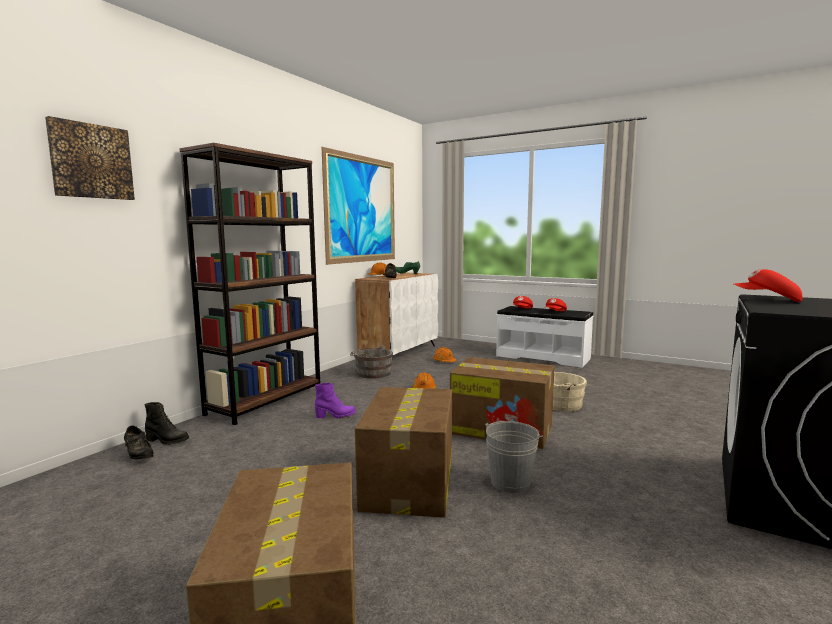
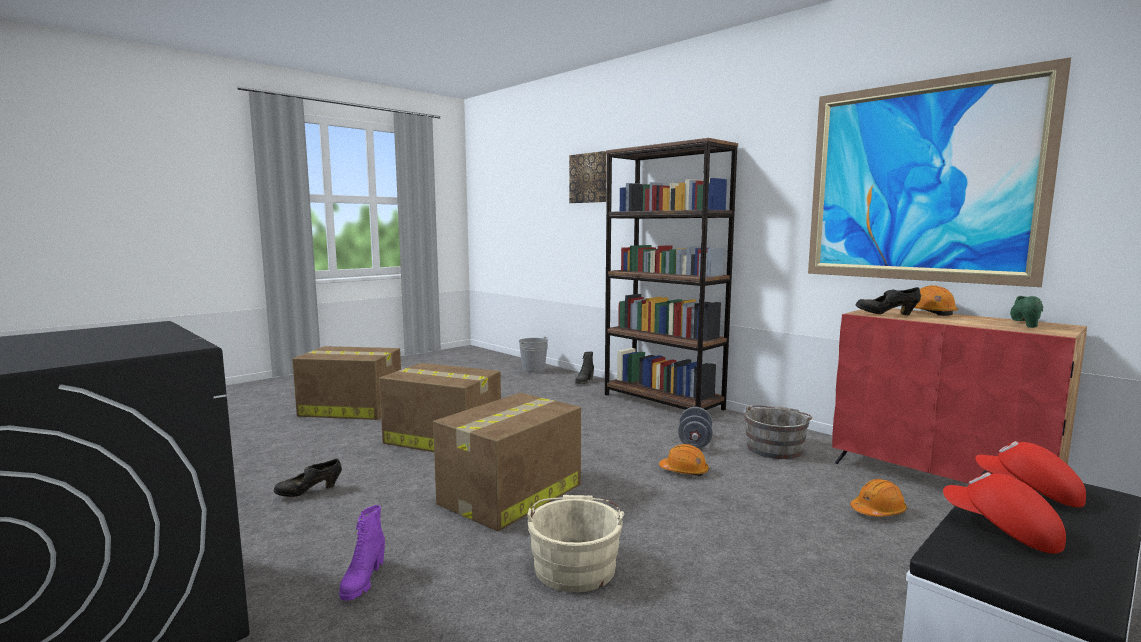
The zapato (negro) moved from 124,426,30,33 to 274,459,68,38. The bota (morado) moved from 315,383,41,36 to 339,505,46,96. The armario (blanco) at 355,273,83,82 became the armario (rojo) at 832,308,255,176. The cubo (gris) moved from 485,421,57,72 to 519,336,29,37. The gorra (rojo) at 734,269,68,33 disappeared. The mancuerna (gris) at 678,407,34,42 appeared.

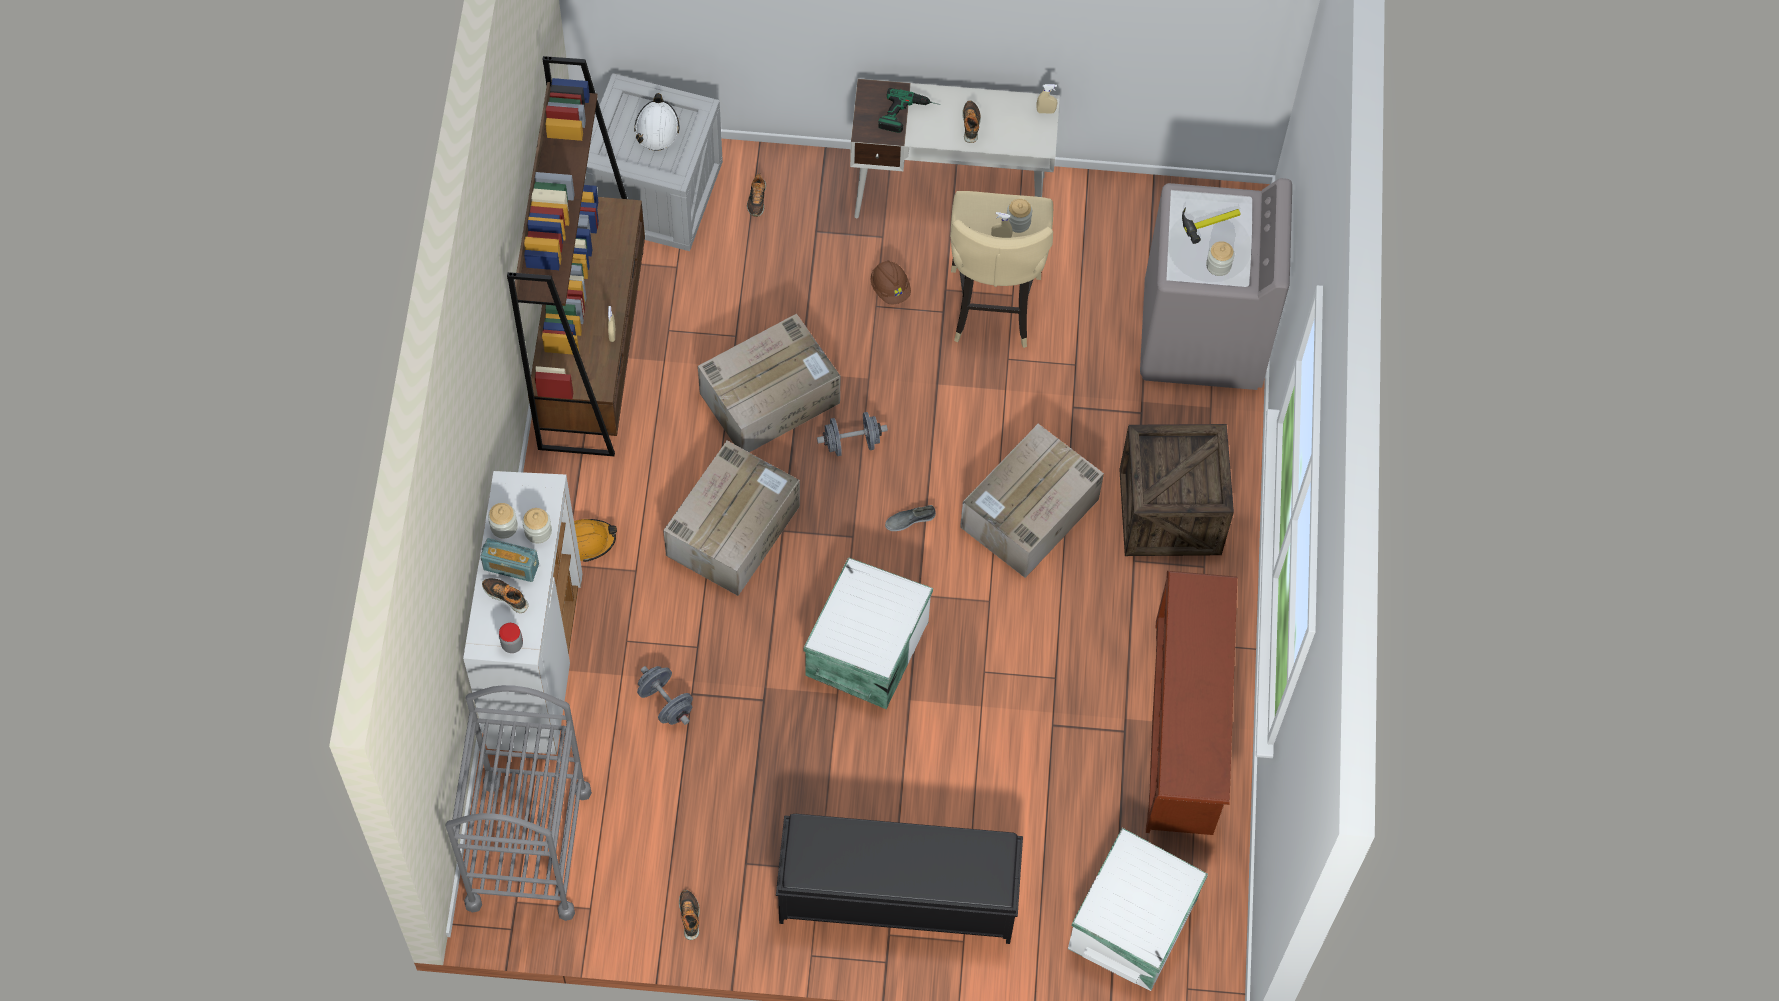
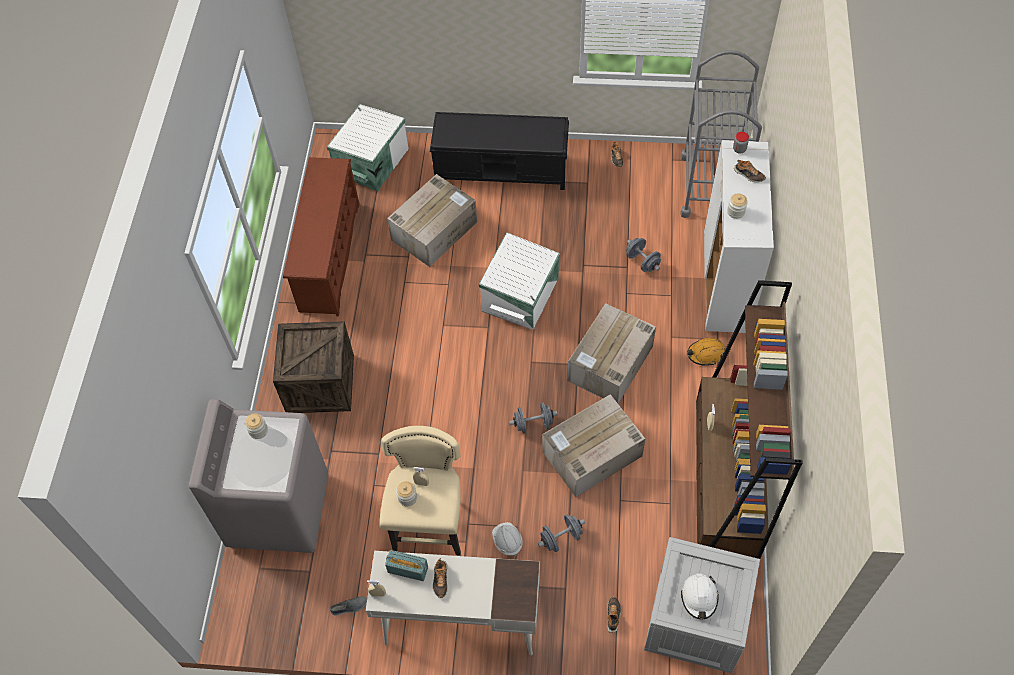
The radio moved from 480,538,59,44 to 385,550,43,31. The tarro at 488,503,30,36 disappeared. The casco (marrón) at 871,261,40,43 became the casco (blanco) at 492,522,31,34. The taladro at 878,88,63,45 disappeared. The zapato (gris) moved from 885,505,51,26 to 330,596,37,20. The caja de cartón moved from 960,424,144,154 to 387,174,90,93. The martillo at 1182,207,59,37 disappeared. The mancuerna (gris) at 538,514,47,38 appeared.

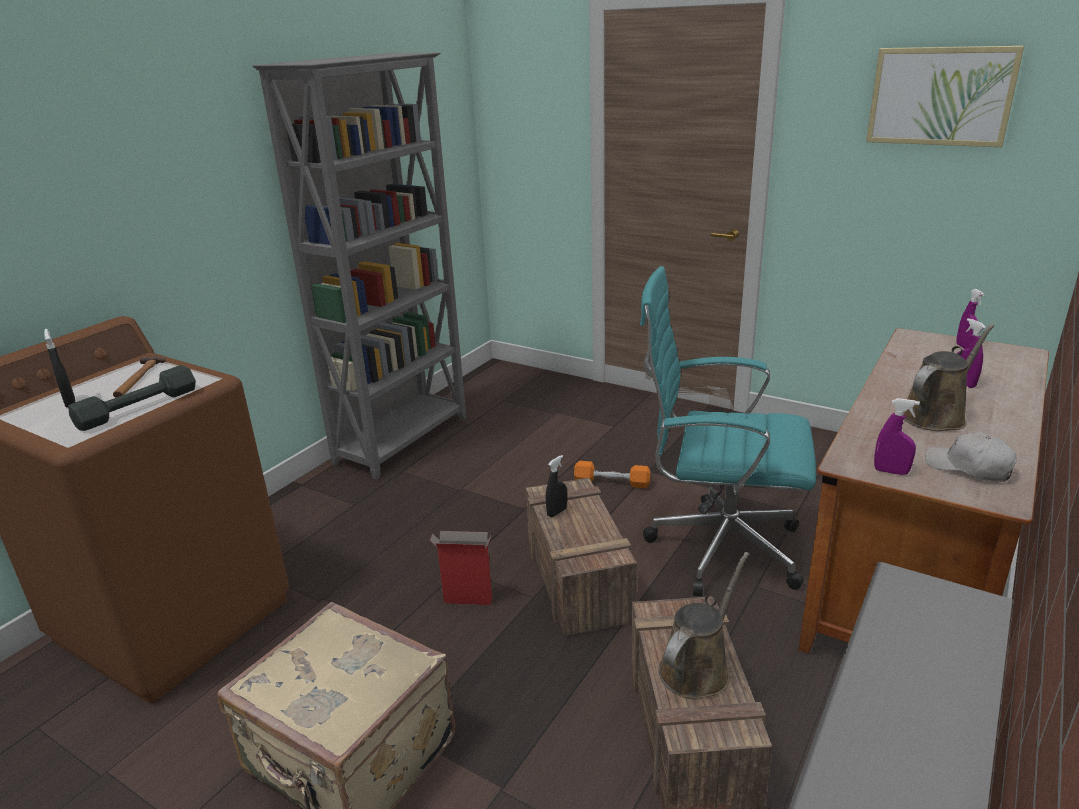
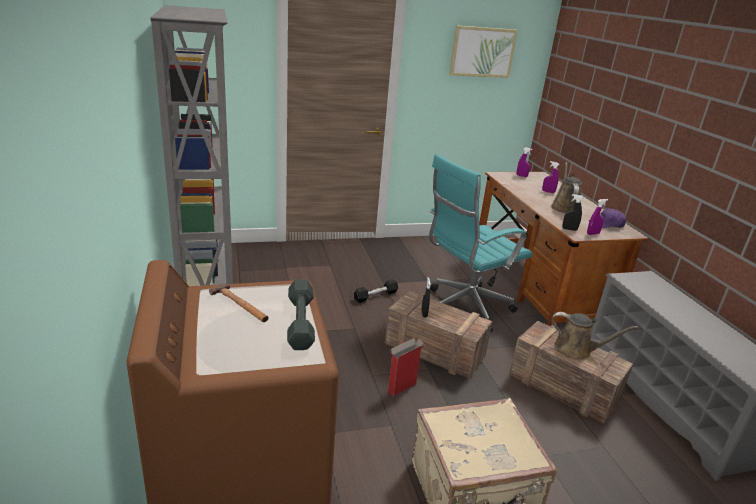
The pulverizador (negro) moved from 44,329,31,79 to 563,194,20,37. The mancuerna (naranja) at 574,461,77,27 became the mancuerna (negro) at 353,279,45,24. The regadera (marrón) at 658,552,91,148 turned 120 degrees clockwise. The gorra (blanco) at 925,432,92,50 became the gorra (morado) at 588,208,38,20.

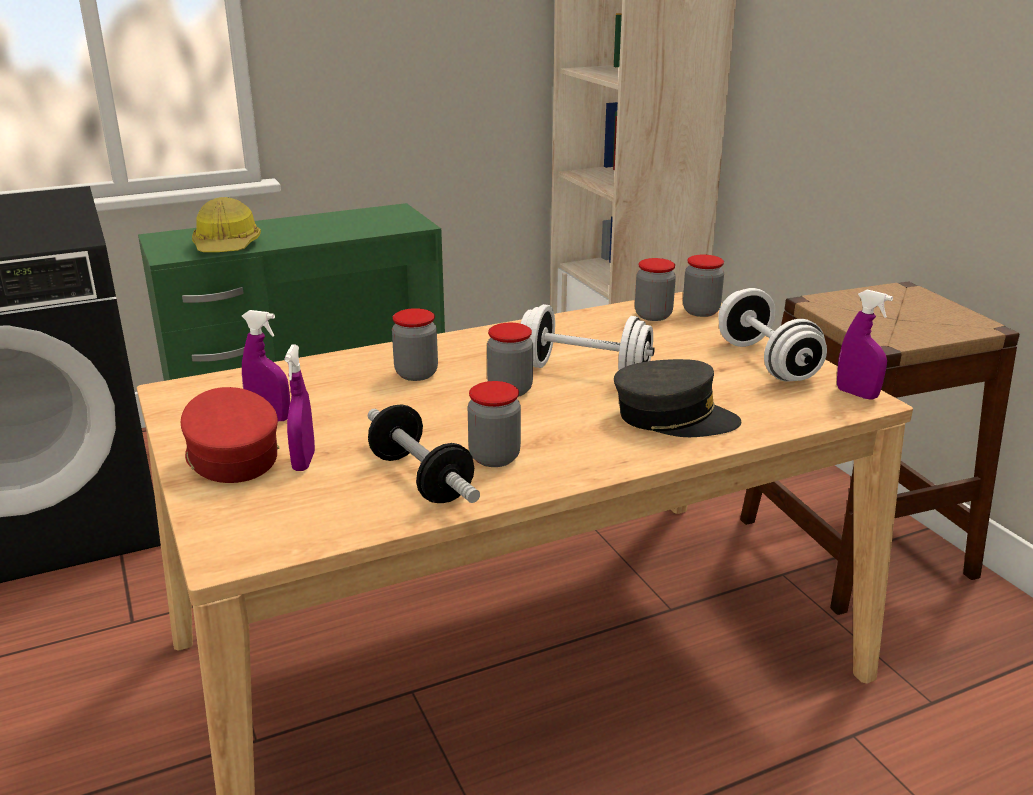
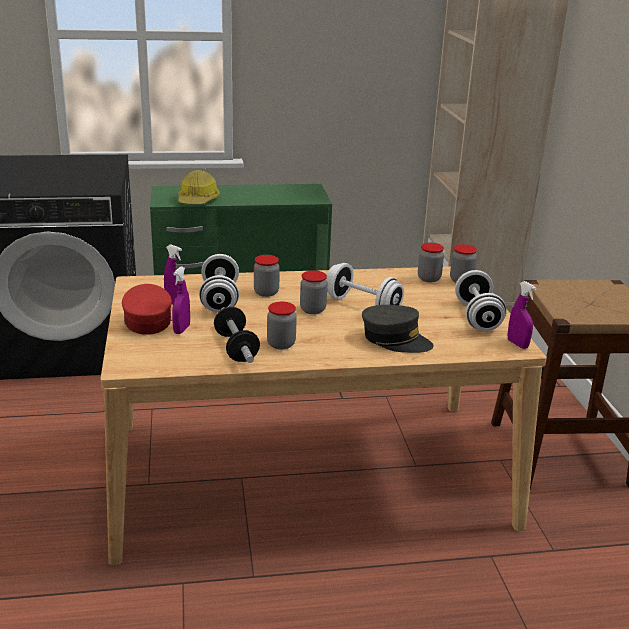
The mancuerna (blanco) at 199,254,40,59 appeared.

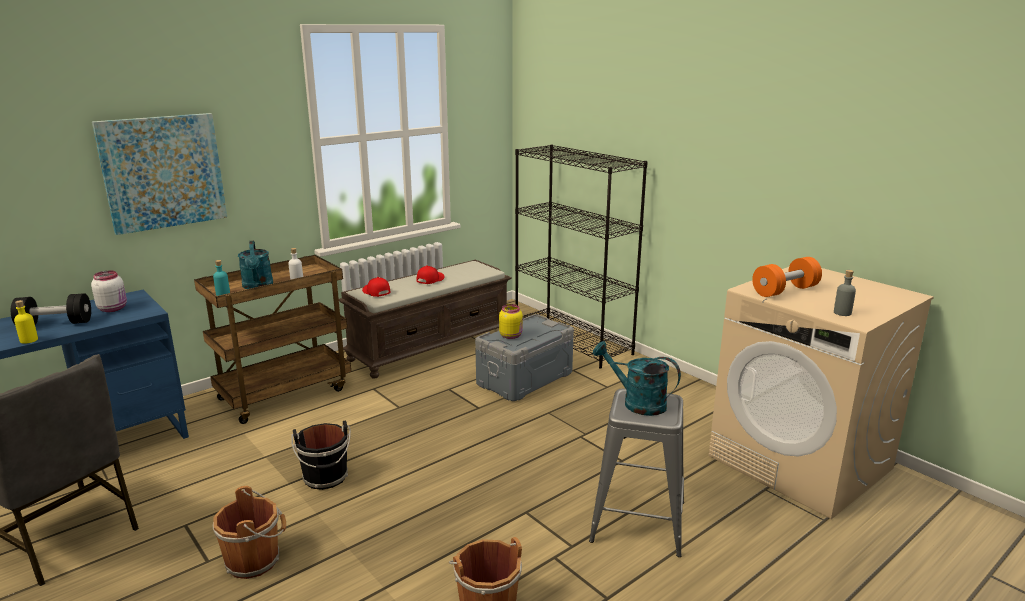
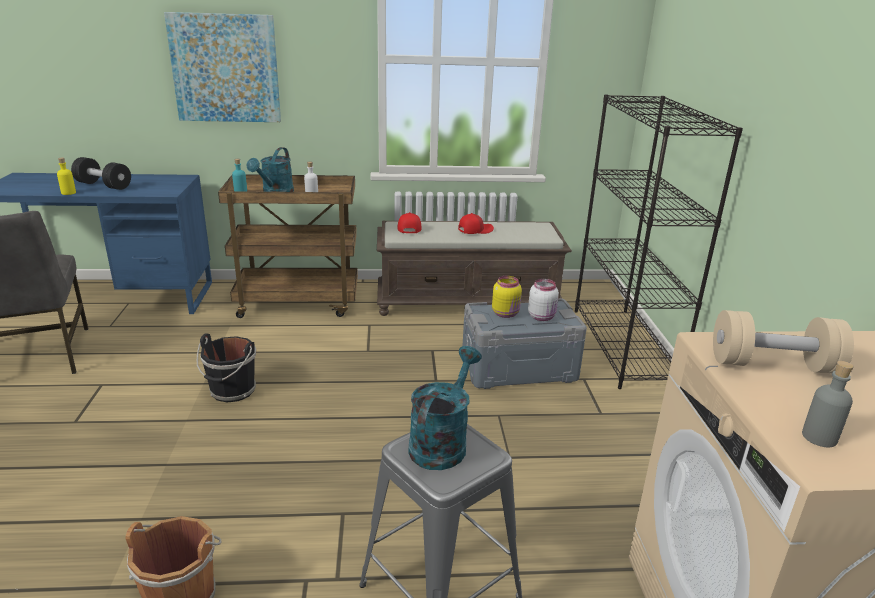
The tarro (blanco) moved from 91,270,36,42 to 528,279,31,42. The cubo (marrón) at 213,486,73,93 disappeared. The regadera (turquesa) at 593,341,88,75 turned 45 degrees clockwise. The mancuerna (naranja) at 752,257,70,40 became the mancuerna (beis) at 713,310,141,63.

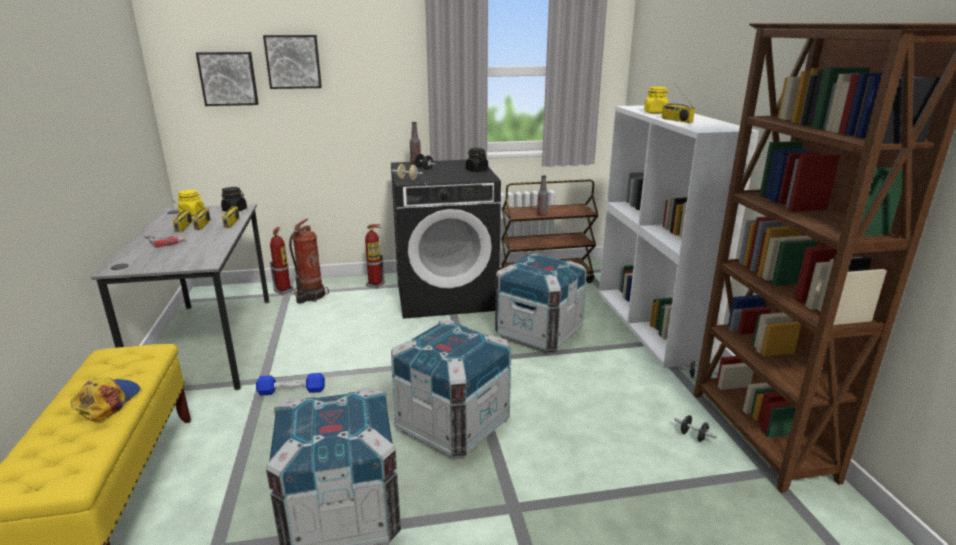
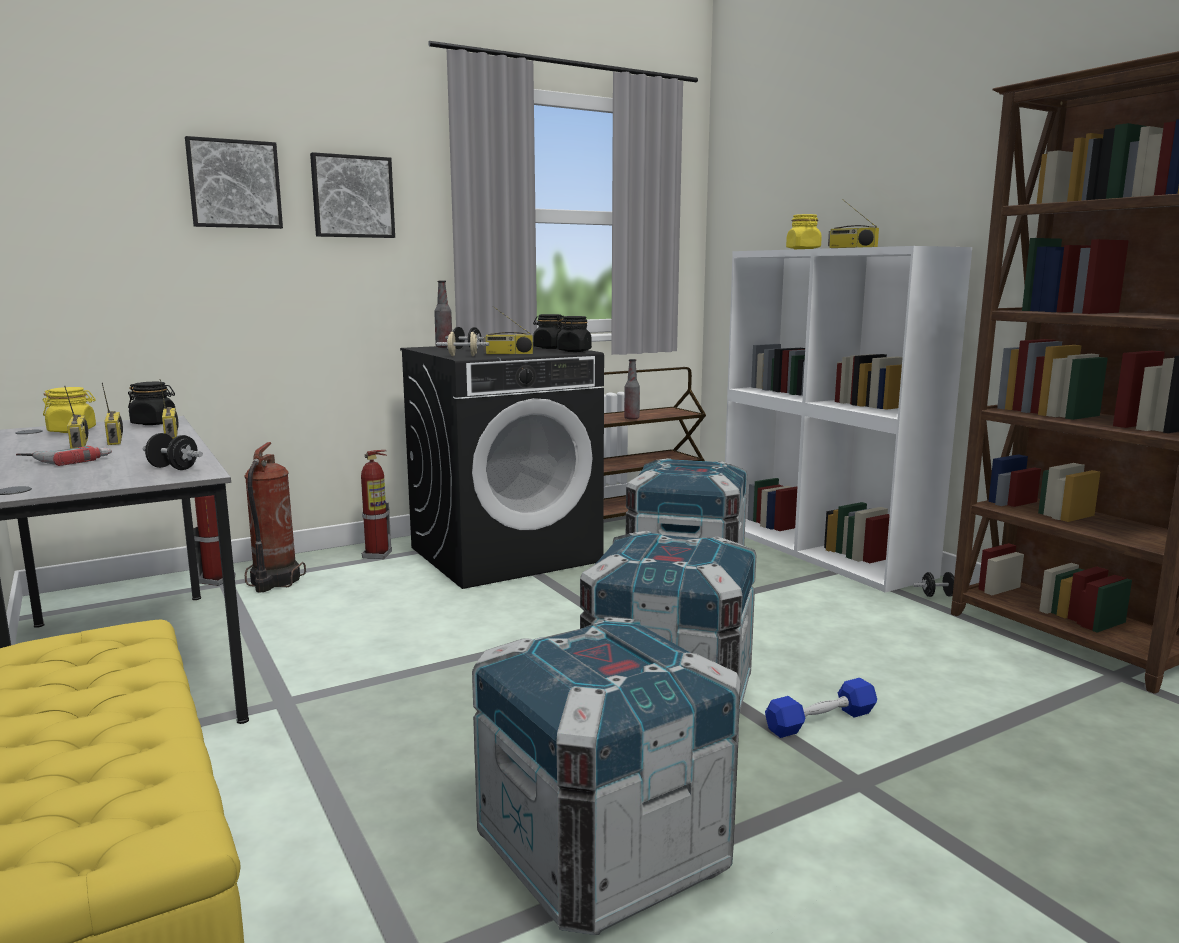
The gorra at 70,377,70,44 disappeared. The cuadro moved from 196,52,62,54 to 310,152,85,86. The mancuerna (azul) moved from 256,373,69,22 to 765,678,112,60. The mancuerna (negro) moved from 674,415,43,27 to 143,433,60,37. The radio at 483,306,50,48 appeared. The tarro (negro) at 557,316,35,36 appeared.

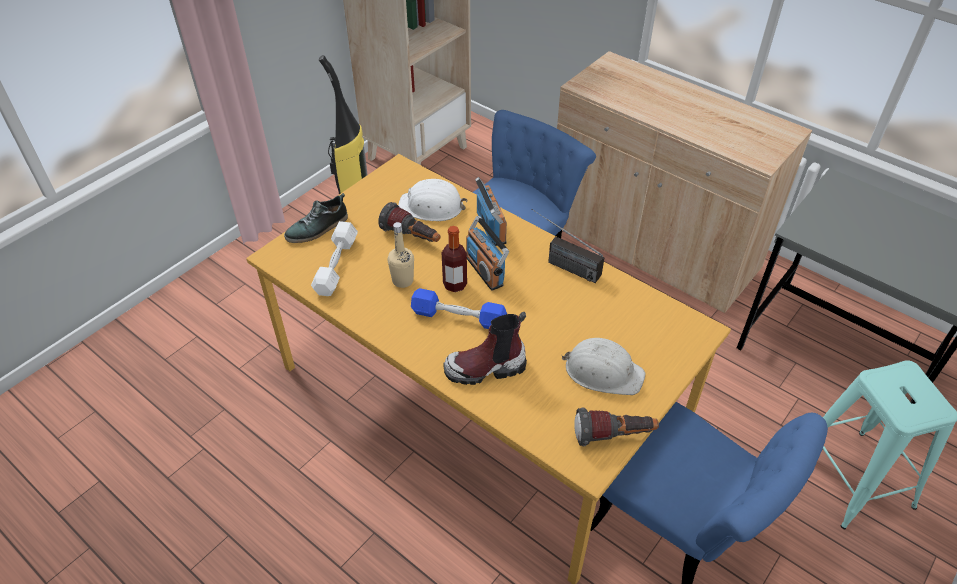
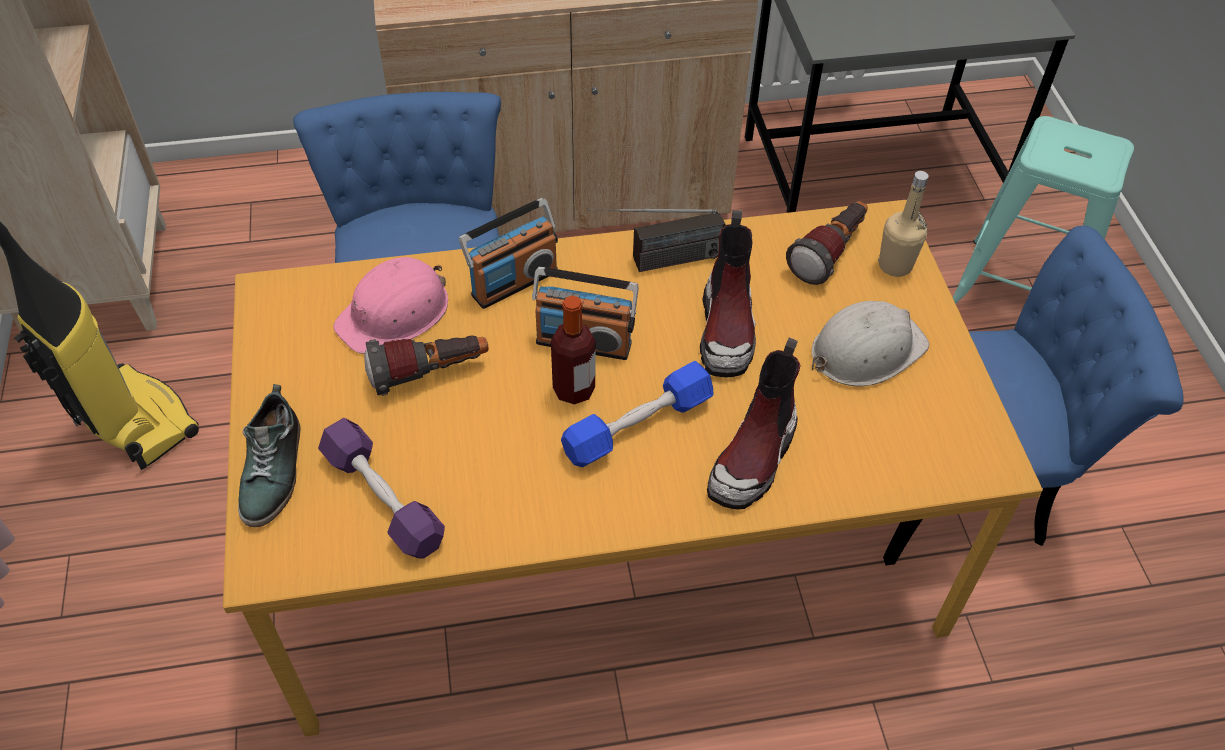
The mancuerna (blanco) at 311,221,47,75 became the mancuerna (morado) at 318,418,127,140. The botella (beis) moved from 387,222,27,66 to 878,171,51,106. The casco (blanco) at 398,179,69,42 became the casco (rosa) at 333,257,115,97. The radio at 475,177,32,69 turned 120 degrees clockwise. The linterna moved from 574,408,85,38 to 786,201,82,84. The bota at 700,210,56,168 appeared.

